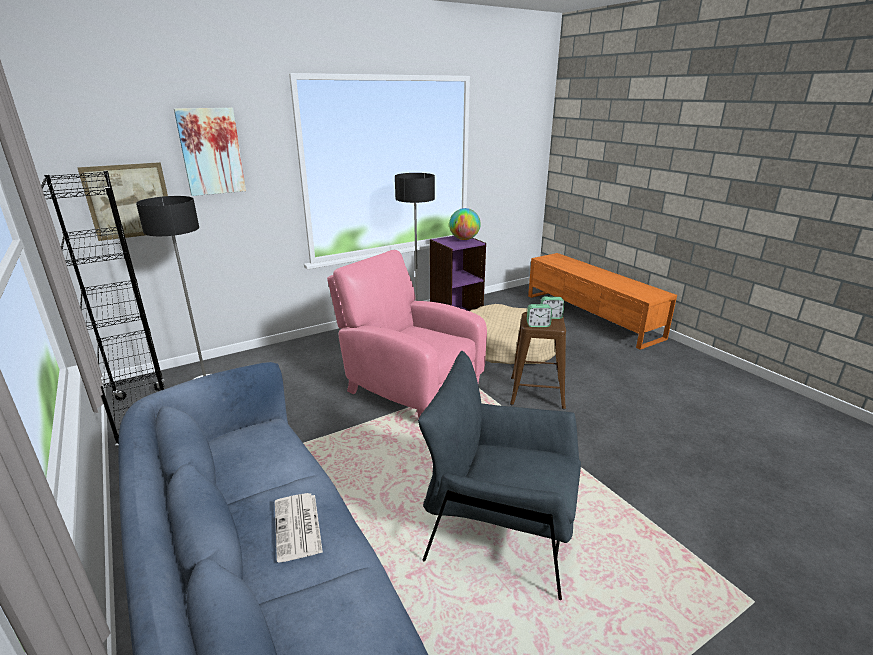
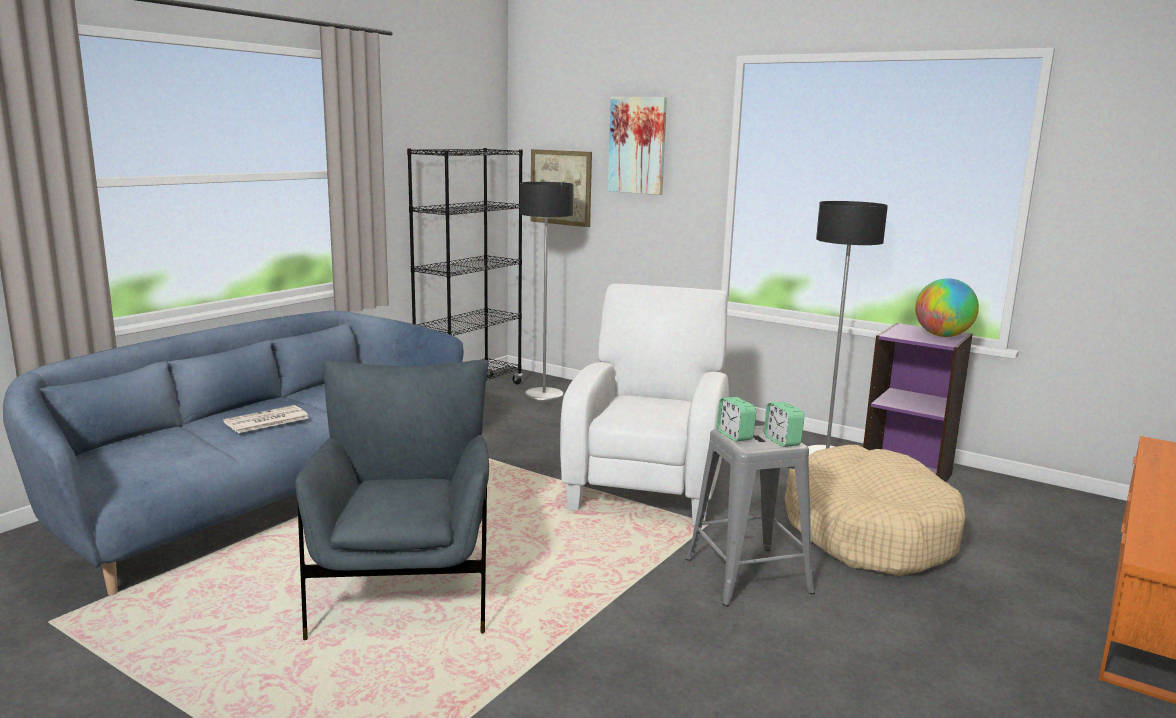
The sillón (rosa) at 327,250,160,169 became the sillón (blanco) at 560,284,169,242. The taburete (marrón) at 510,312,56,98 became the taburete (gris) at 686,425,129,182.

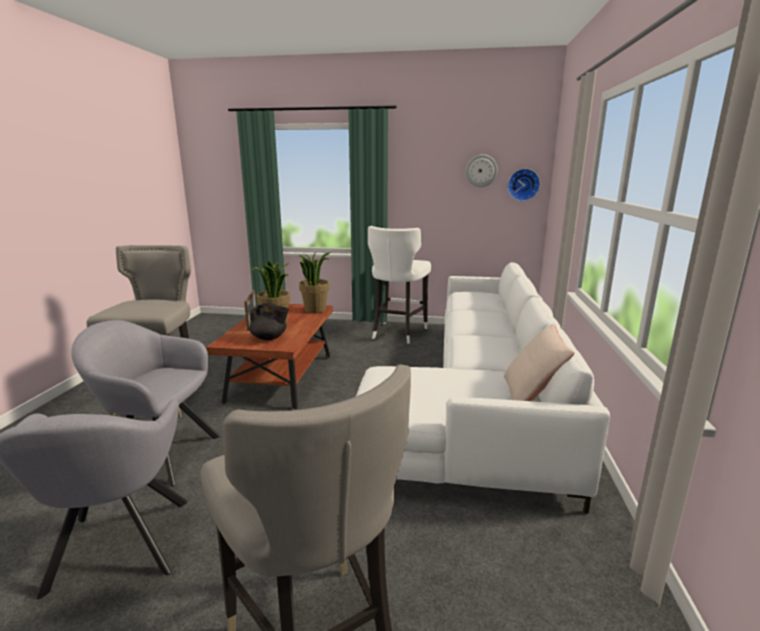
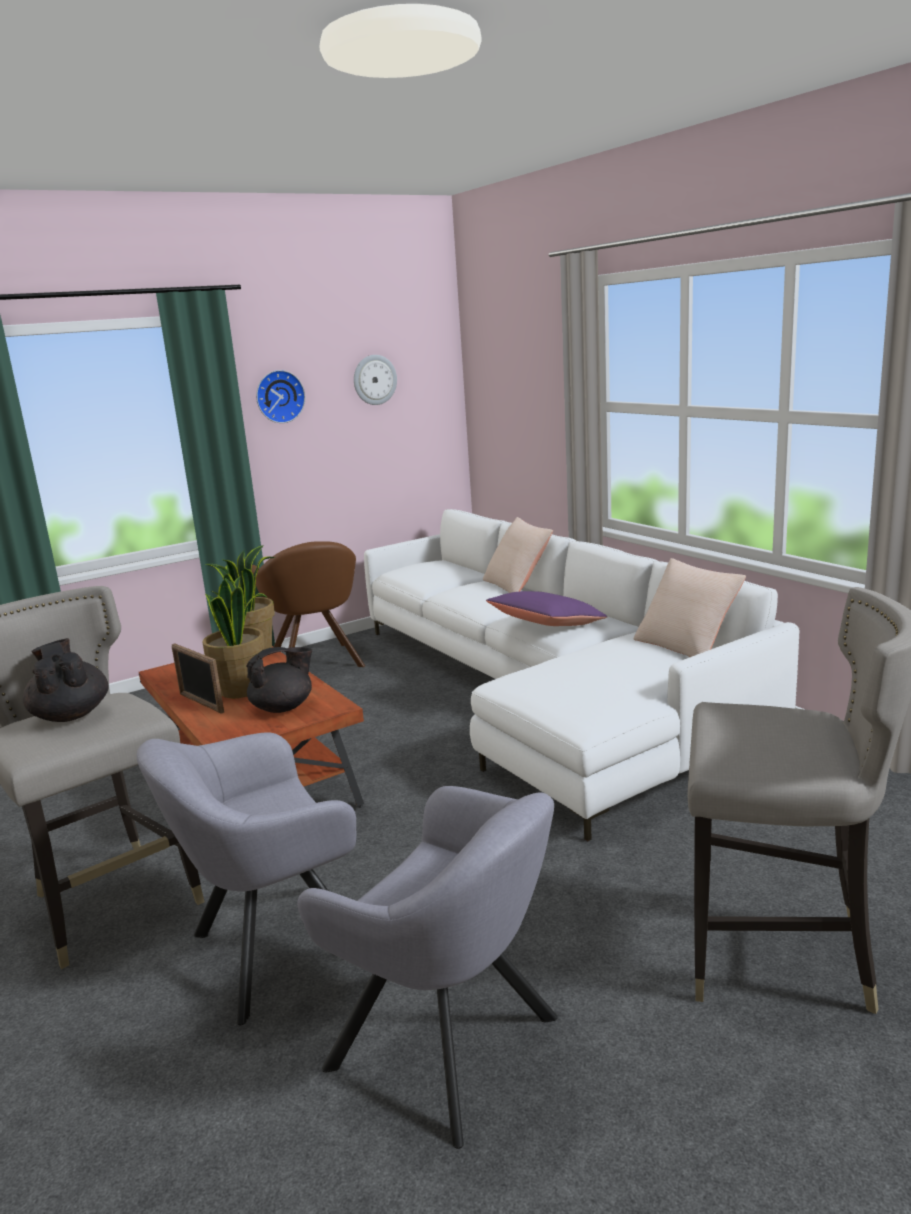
The taburete (blanco) at 368,226,63,118 was replaced by the sillón (marrón) at 251,541,114,126. The reloj de pared moved from 508,169,32,32 to 256,370,49,53. The tetera (negro) at 23,638,86,84 appeared. The cojín (beis) at 483,517,70,76 appeared. The cojín (morado) at 486,591,122,35 appeared.

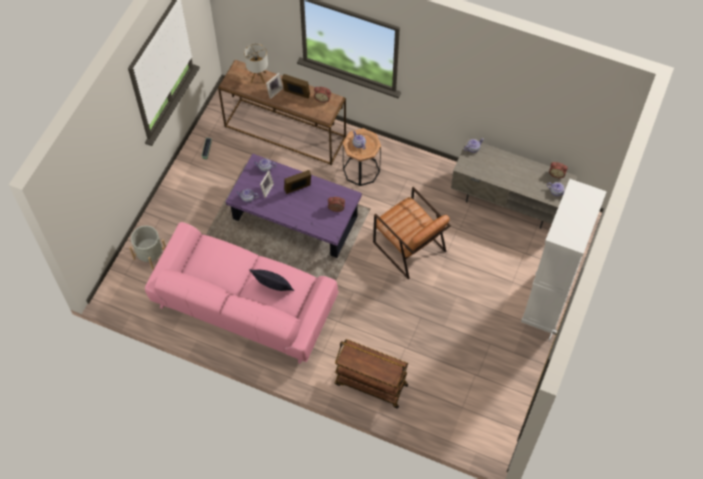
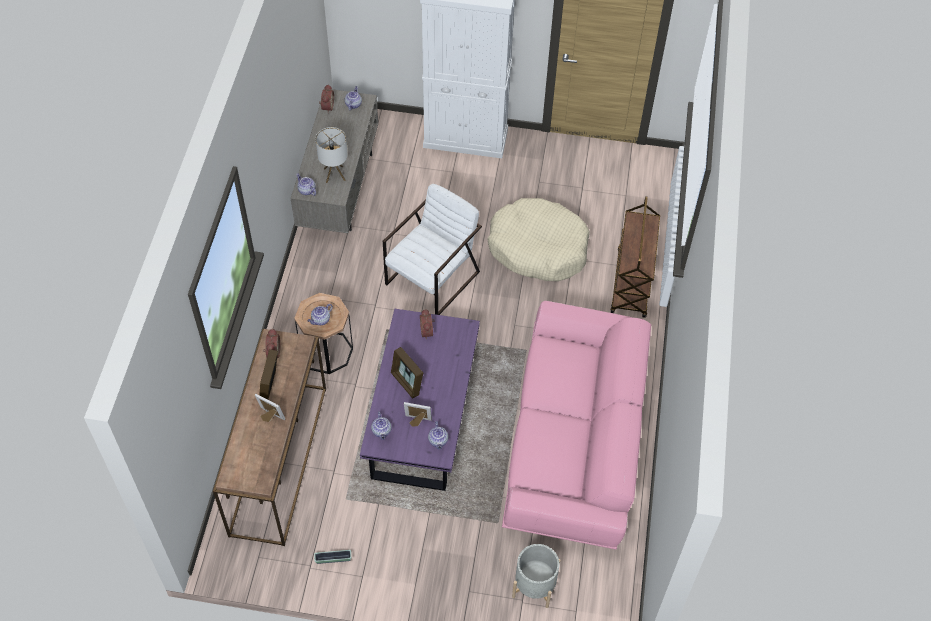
The lámpara de mesa moved from 244,43,24,41 to 316,127,32,56. The cojín at 249,269,45,22 disappeared. The sillón (marrón) at 373,187,78,93 became the sillón (blanco) at 383,184,99,131. The cama para perro (beis) at 488,198,102,83 appeared.

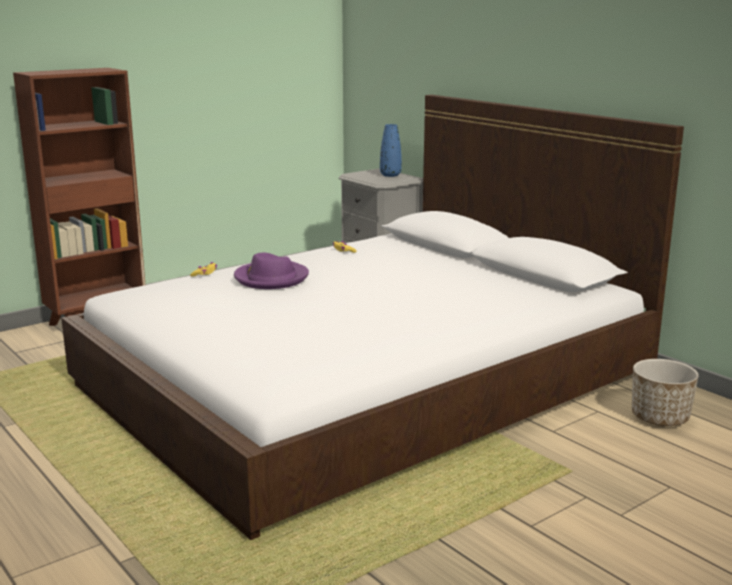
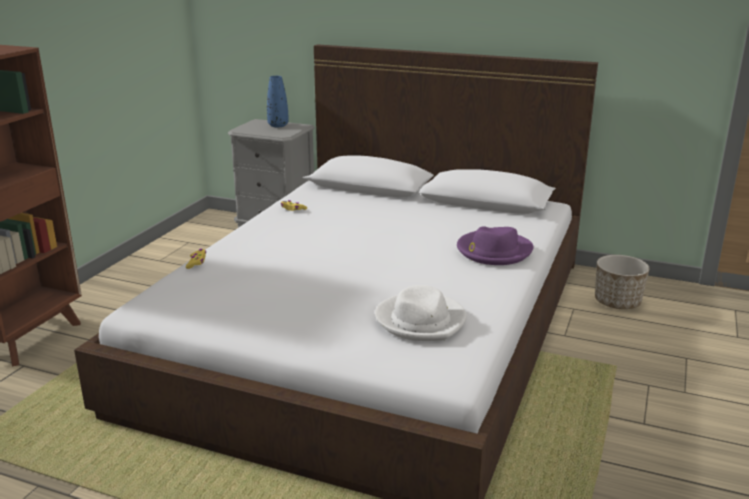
The sombrero (morado) moved from 234,253,75,36 to 457,226,77,39. The sombrero (blanco) at 375,285,91,56 appeared.

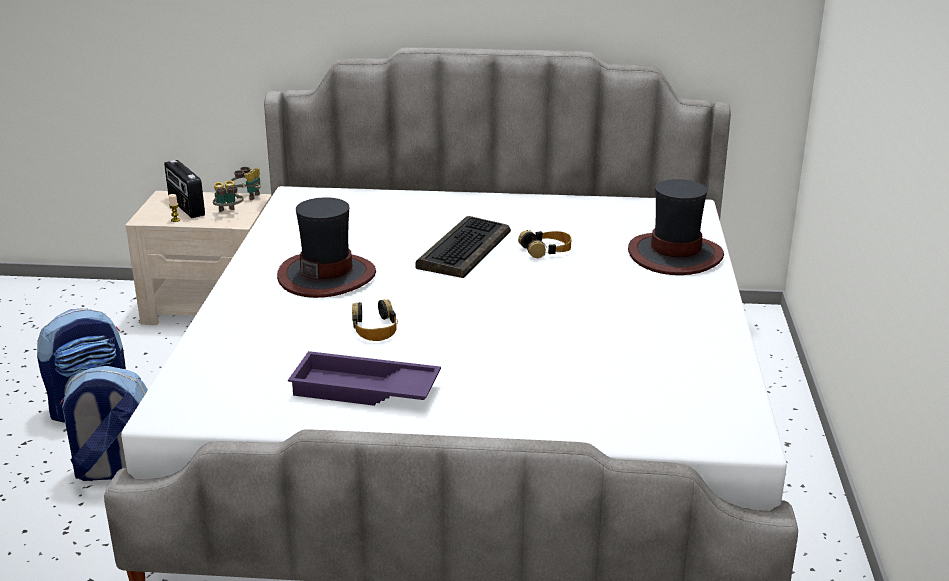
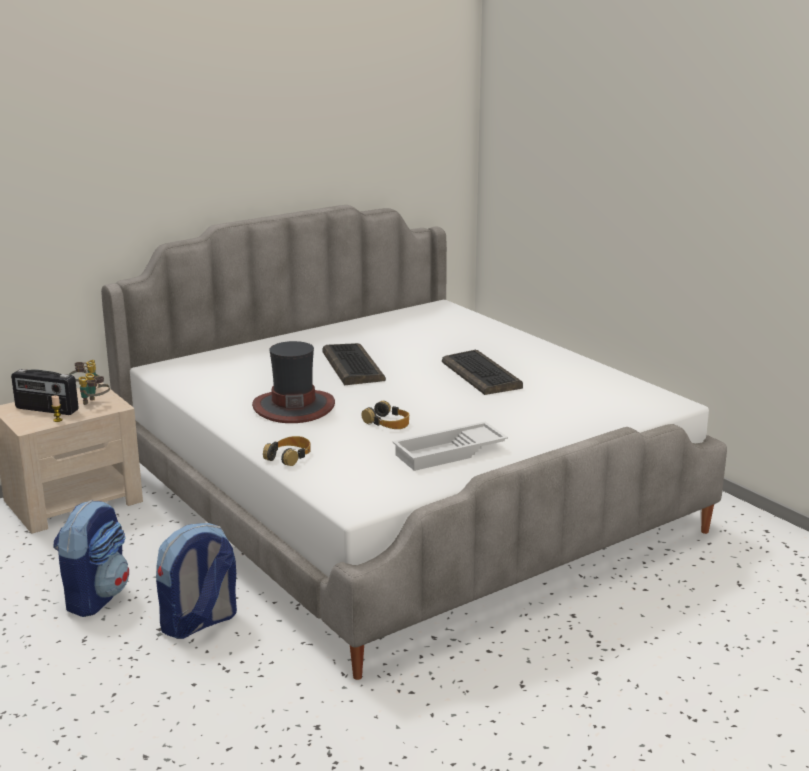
The bandeja (morado) at 288,351,153,55 became the bandeja (blanco) at 392,422,116,49. The auriculares moved from 518,230,54,28 to 263,436,47,30. The sombrero at 628,179,96,96 disappeared. The teclado at 442,350,81,45 appeared.

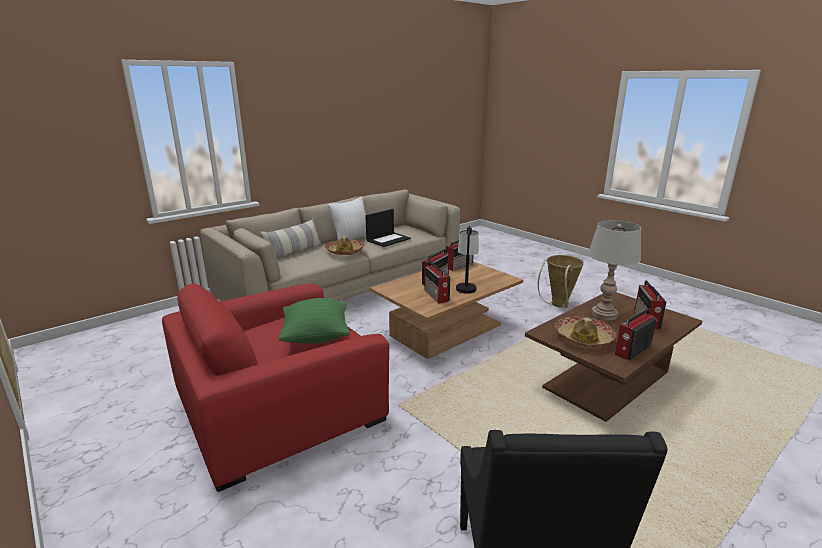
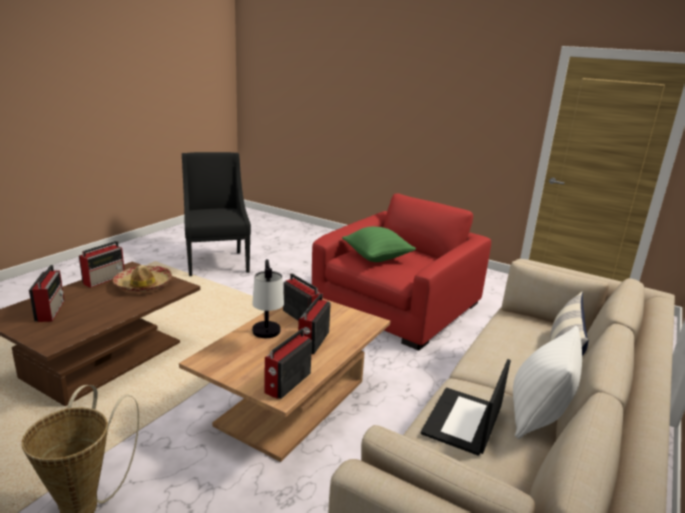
The sombrero at 325,236,40,19 disappeared. The lámpara de mesa (gris) at 588,220,53,100 disappeared.

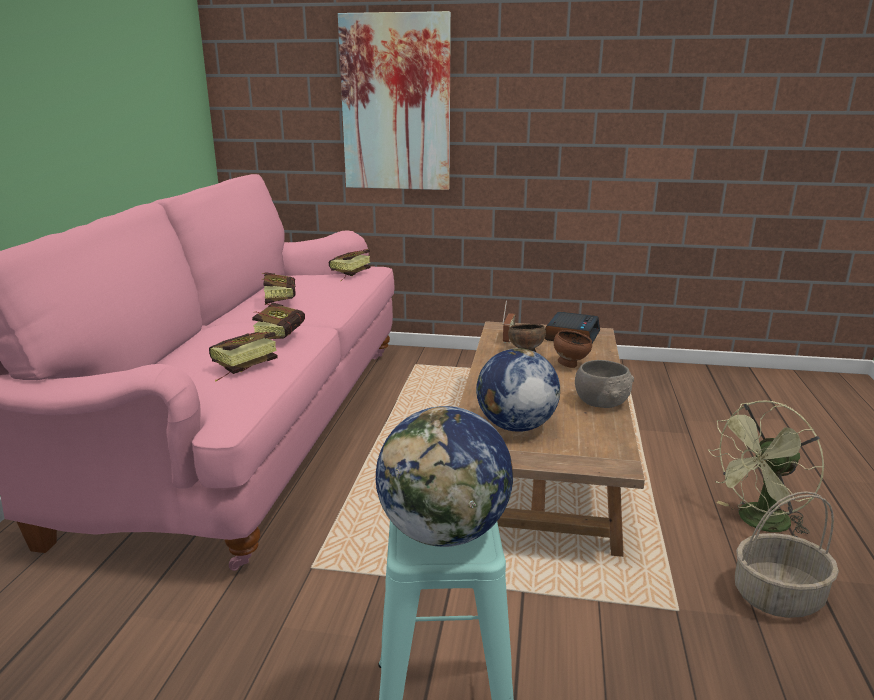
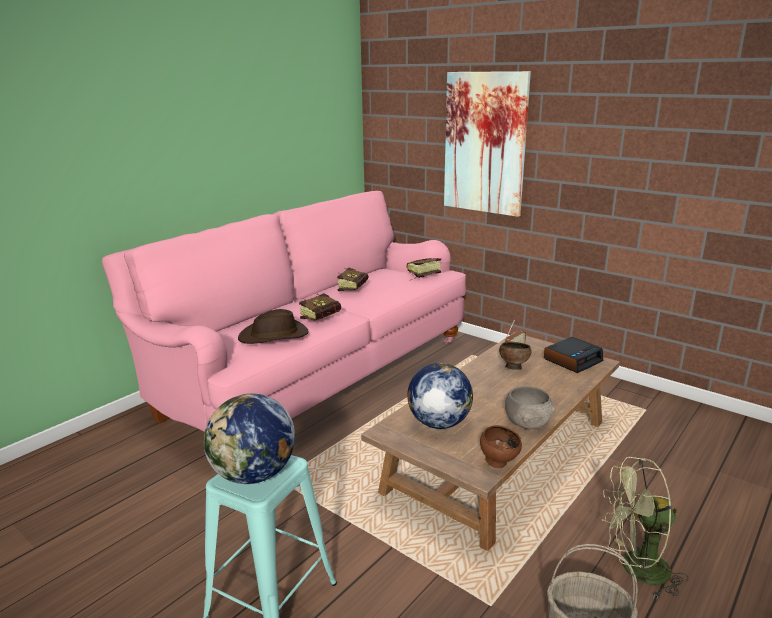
The libro at 209,332,69,49 was replaced by the sombrero (marrón) at 238,309,71,35. The cuenco (marrón) moved from 554,330,38,38 to 480,425,42,43.

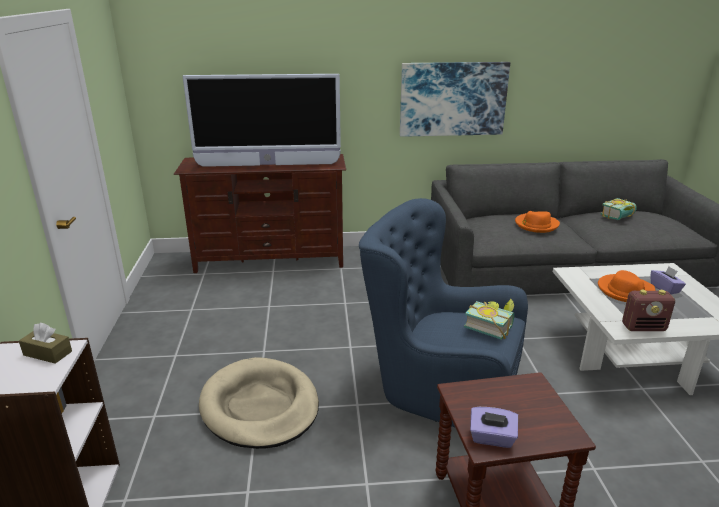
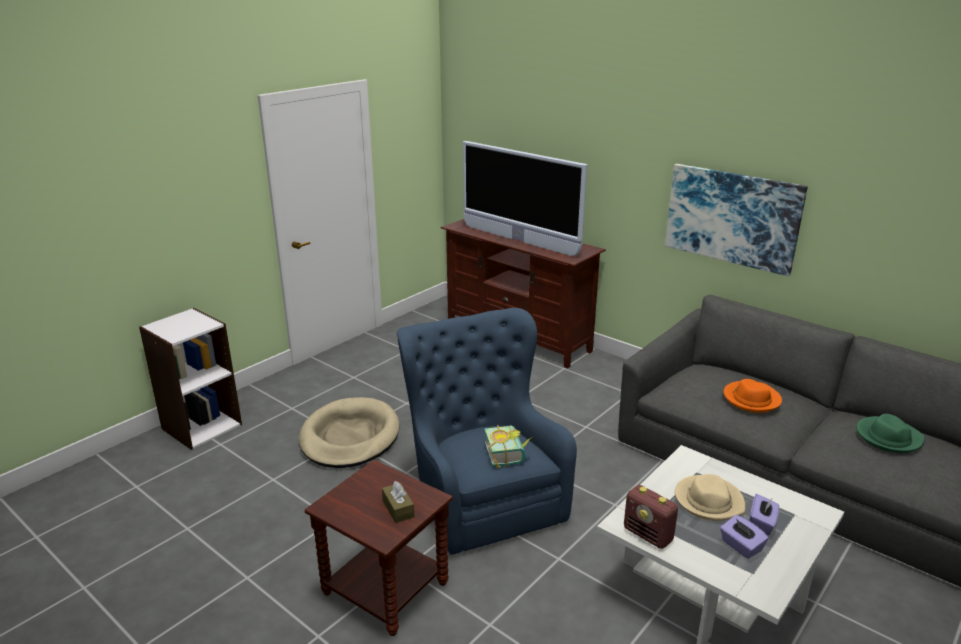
The caja de pañuelos (marrón) moved from 19,323,53,41 to 382,481,32,42. The caja de pañuelos (morado) moved from 470,407,48,41 to 720,515,49,44. The sombrero (naranja) at 598,270,57,32 became the sombrero (beis) at 675,474,70,47. The libro at 601,198,36,22 was replaced by the sombrero (verde) at 856,414,69,39.

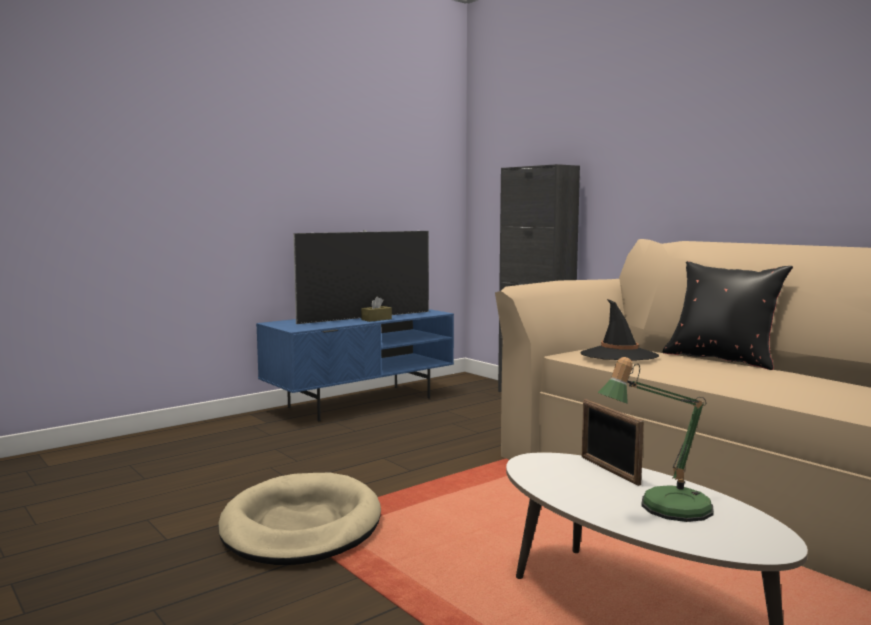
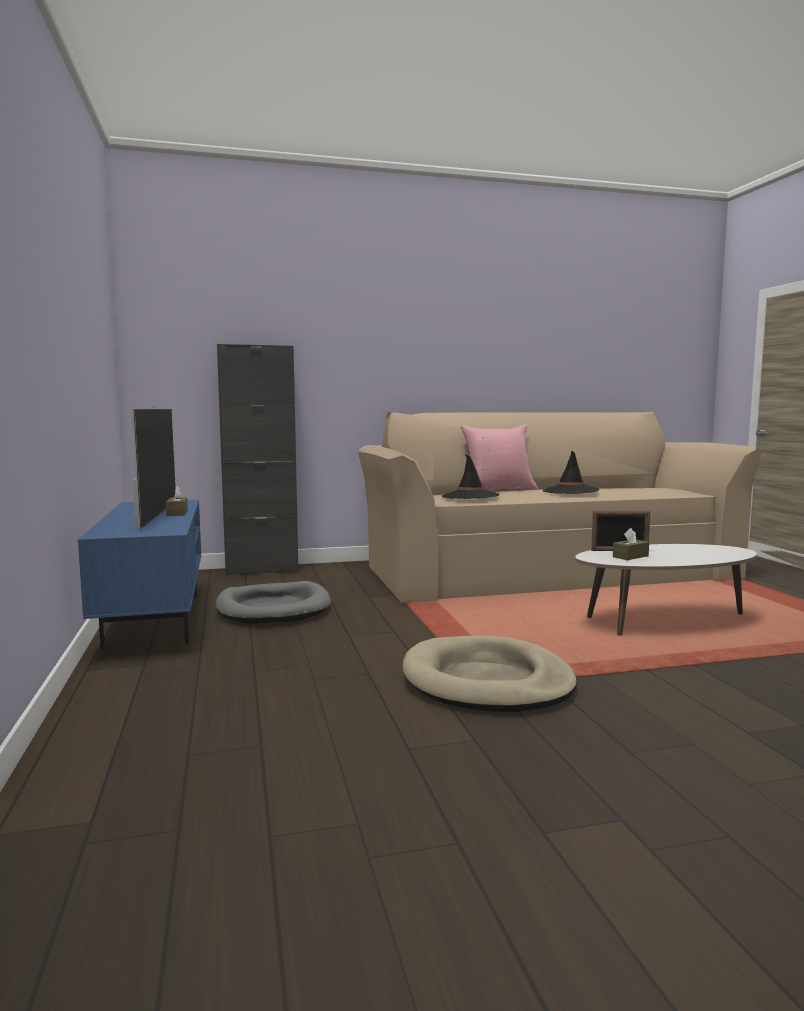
The lámpara de mesa at 598,357,116,165 disappeared. The cojín (negro) at 663,261,130,109 became the cojín (rosa) at 460,424,78,67. The cama para perro (gris) at 216,581,115,43 appeared. The sombrero (negro) at 543,450,56,44 appeared. The caja de pañuelos (marrón) at 613,528,36,32 appeared.

